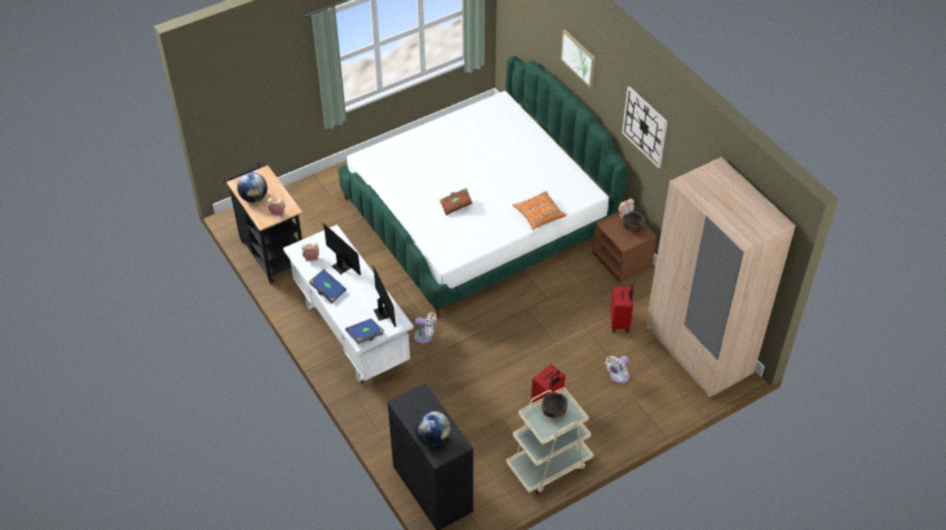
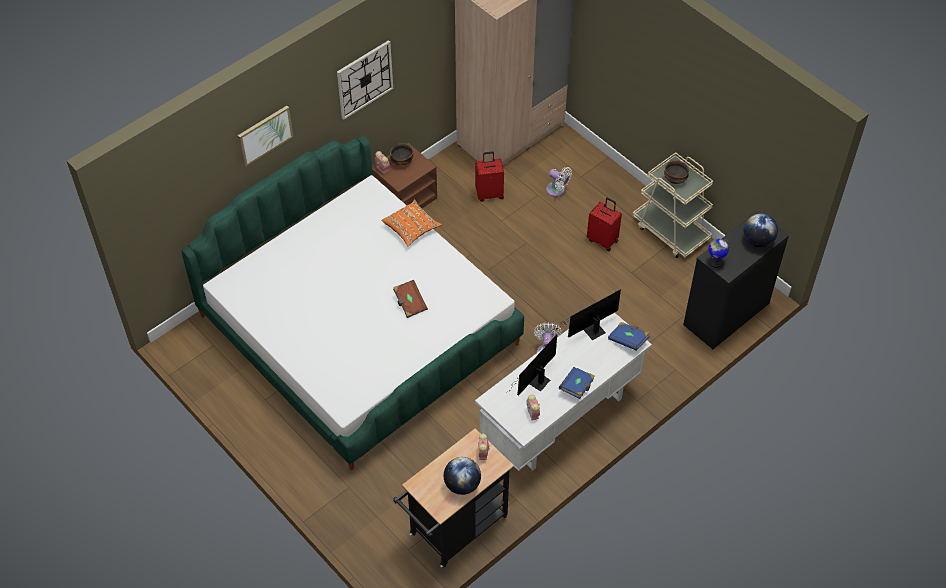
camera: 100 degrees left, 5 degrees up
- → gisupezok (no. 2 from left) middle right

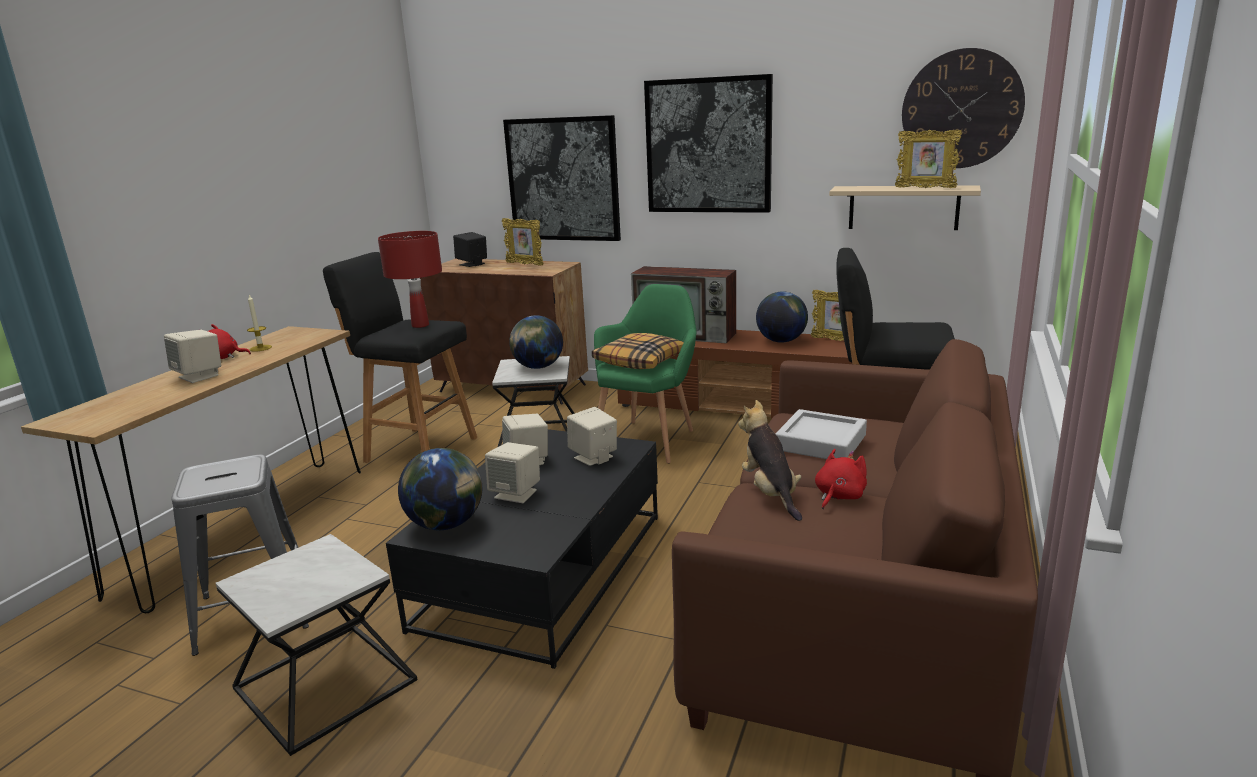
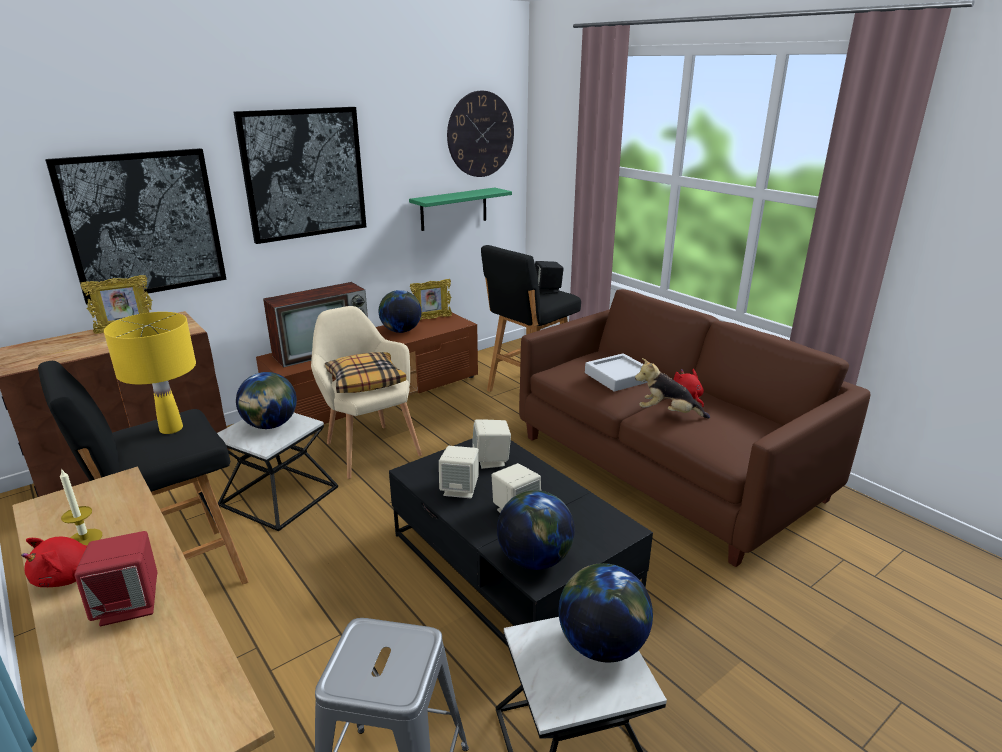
camera: 60 degrees left, 5 degrees up
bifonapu (no. 3 from left) top right → -
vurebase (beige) top right → vurebase (green) top centre
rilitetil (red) middle left → rilitetil (yellow) middle left
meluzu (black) top centre → meluzu (black) centre, shifted
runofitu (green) centre → runofitu (beige) centre
meluzu (beige) (no. 1 from left) middle left → meluzu (red) bottom left
- → gisupezok (no. 4 from left) bottom centre

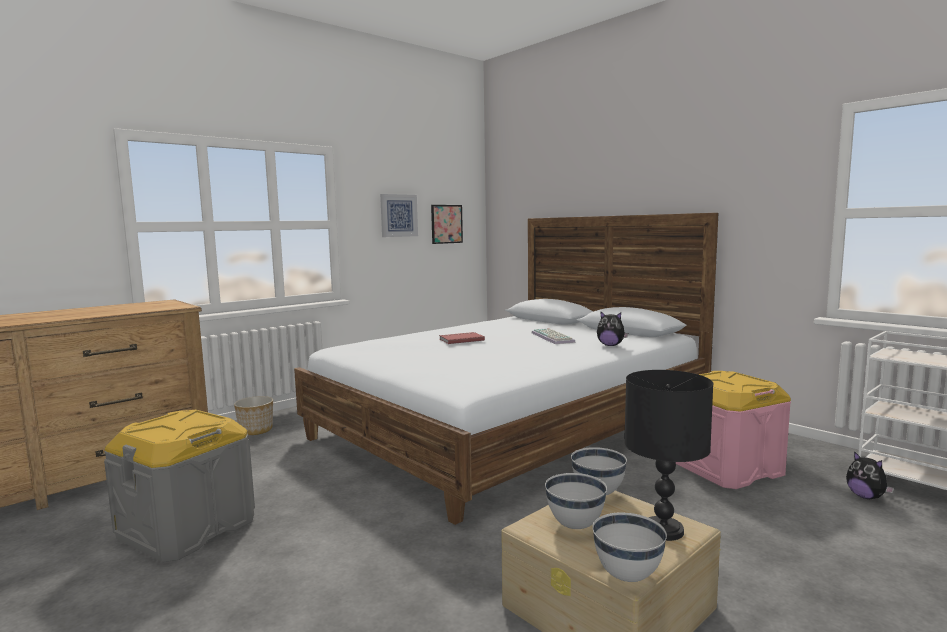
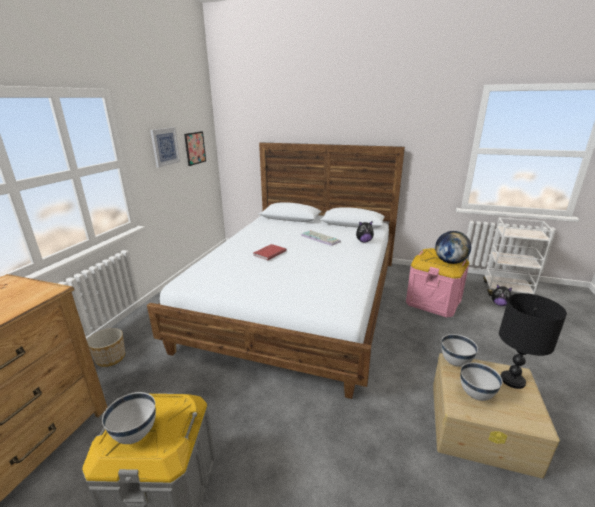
camera: 30 degrees left, 15 degrees up
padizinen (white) (no. 3 from left in the first image) bottom centre → padizinen (white) (no. 1 from left) bottom left, shifted
- → gisupezok middle right

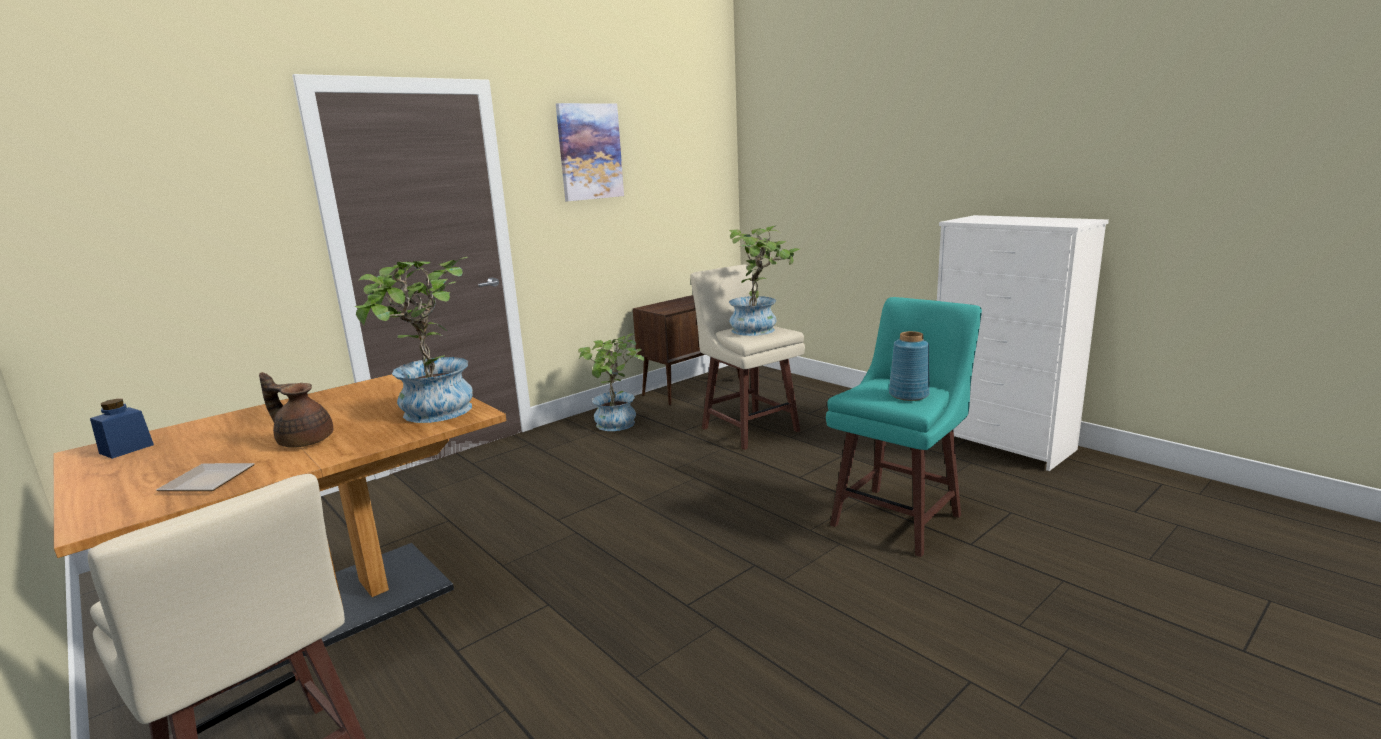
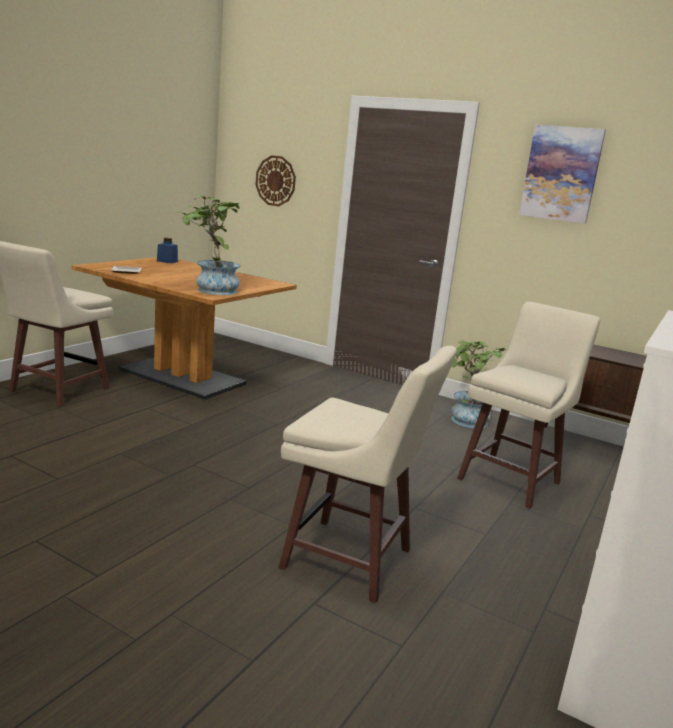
camera: 70 degrees right, 0 degrees up
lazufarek (no. 3 from left) centre → -
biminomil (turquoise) centre → biminomil (beige) (no. 2 from left) centre
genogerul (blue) centre → -
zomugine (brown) middle left → -
- → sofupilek top centre

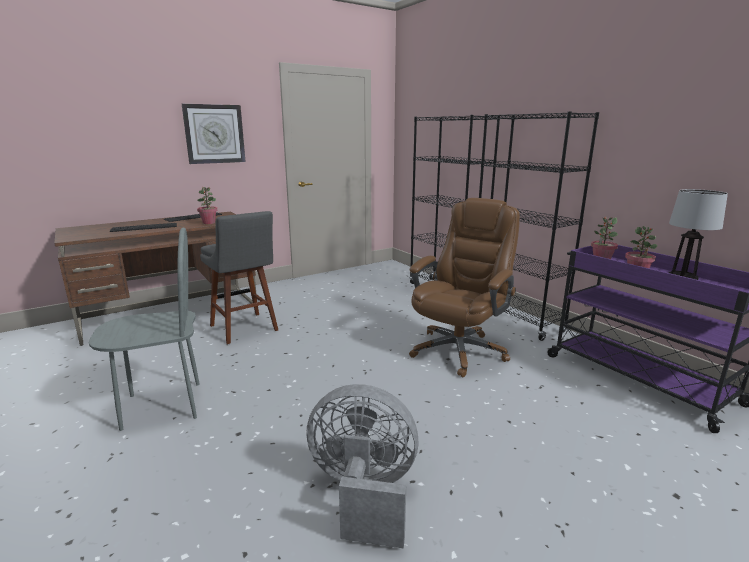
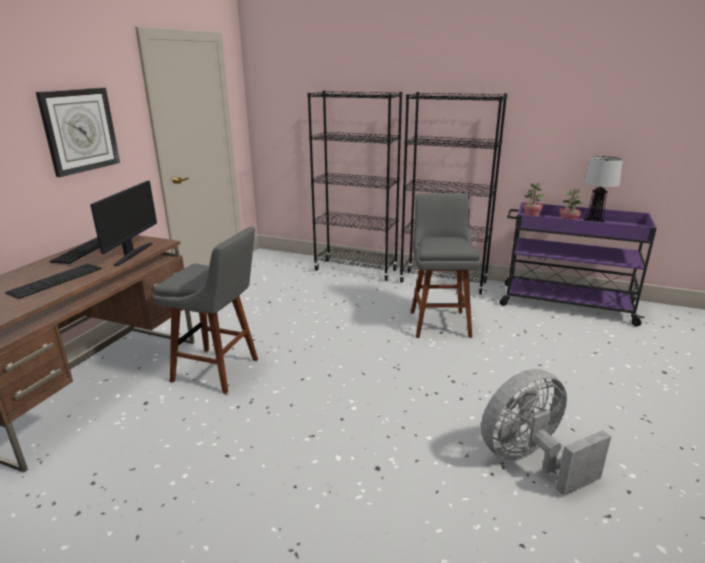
camera: 35 degrees left, 5 degrees up
lazufarek (no. 1 from left) middle left → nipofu middle left
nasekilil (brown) centre → biminomil (grey) (no. 2 from left) centre
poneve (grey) middle left → -

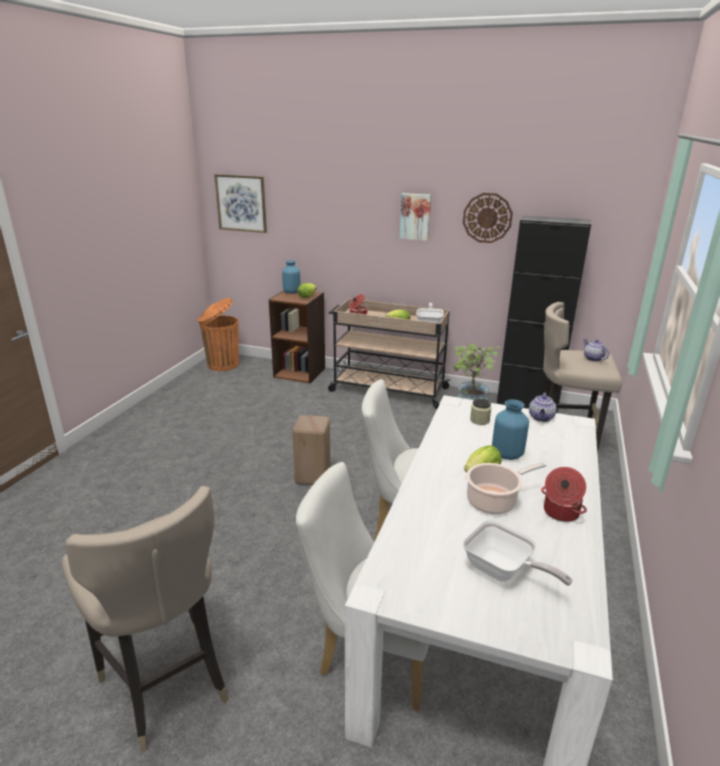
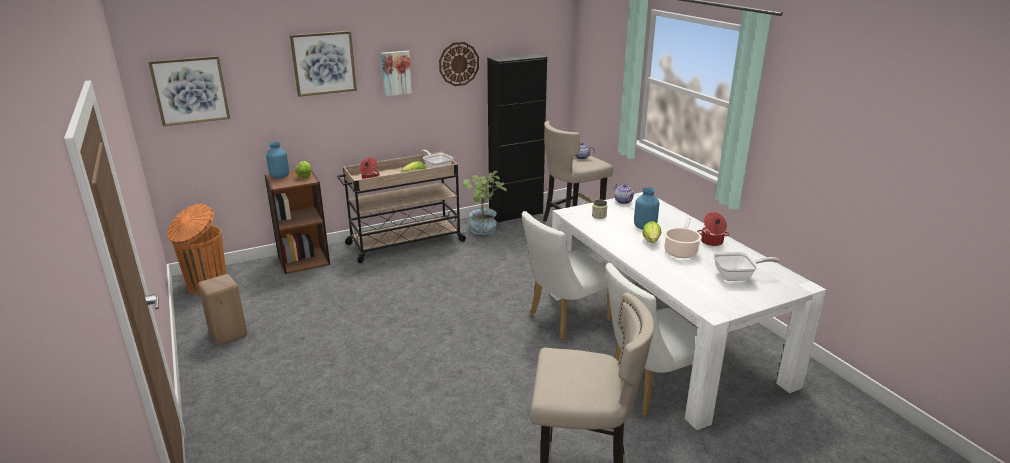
camera: 45 degrees left, 0 degrees up
biminomil (beige) (no. 2 from left in the first image) centre → biminomil (beige) (no. 1 from left) bottom left, shifted
- → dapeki (no. 2 from left) top left

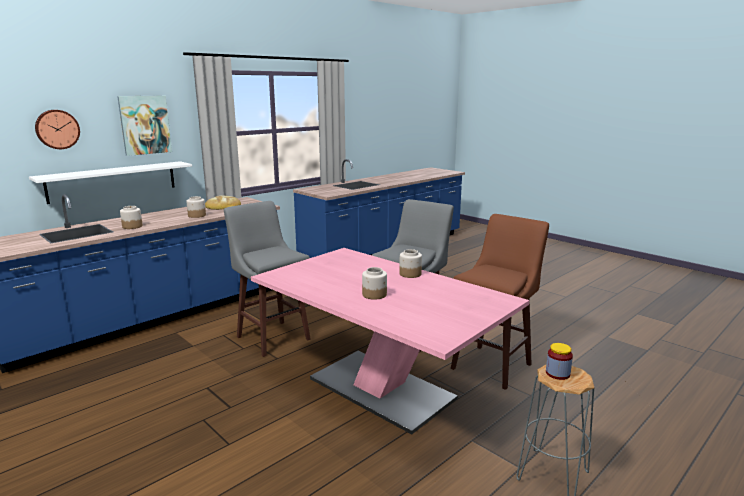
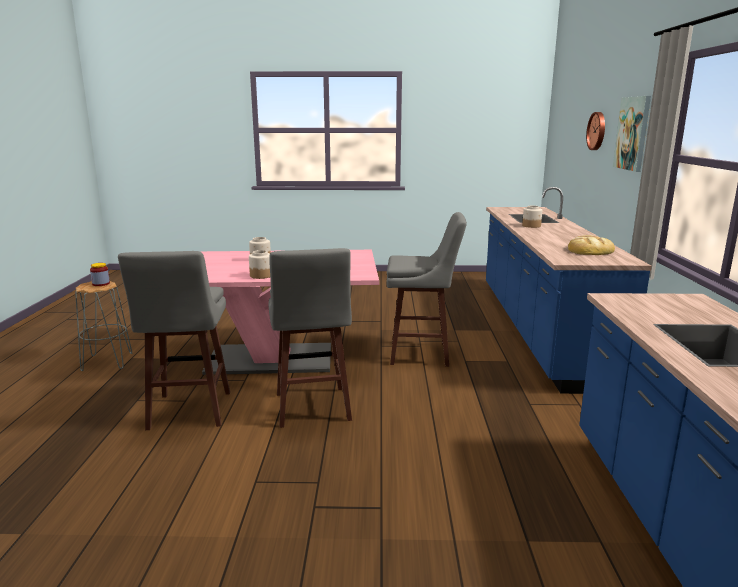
camera: 135 degrees right, 0 degrees up
vurebase (white) middle left → -
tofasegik (no. 2 from left) middle left → -
biminomil (brown) middle right → biminomil (grey) (no. 2 from left) middle left

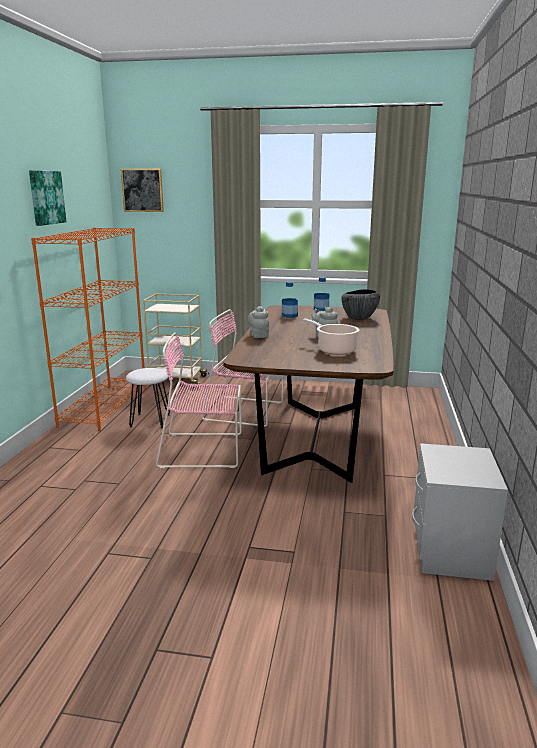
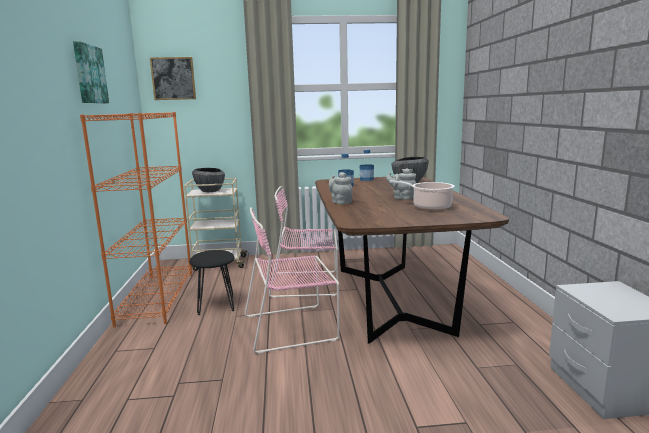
camera: 15 degrees left, 5 degrees down
biminomil (white) middle left → biminomil (black) middle left
- → padizinen (no. 1 from left) middle left

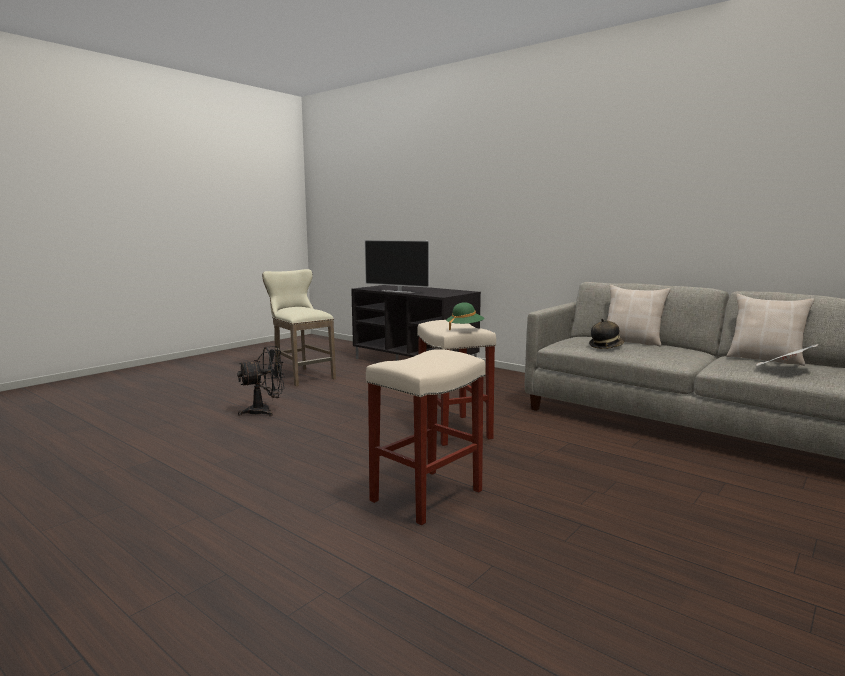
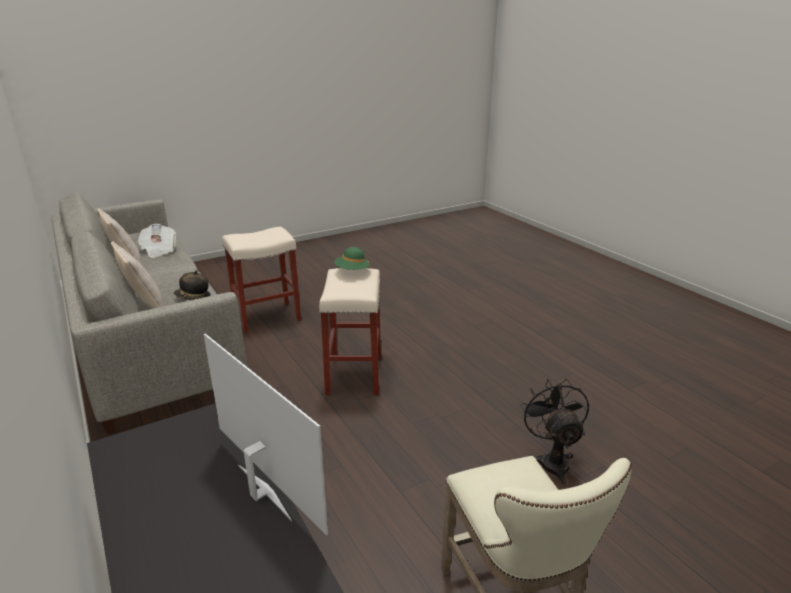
camera: 160 degrees left, 15 degrees up
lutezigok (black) middle left → lutezigok (black) bottom right, 90 degrees clockwise
biminomil (beige) (no. 2 from left in the first image) centre → biminomil (beige) (no. 1 from left) middle left, shifted

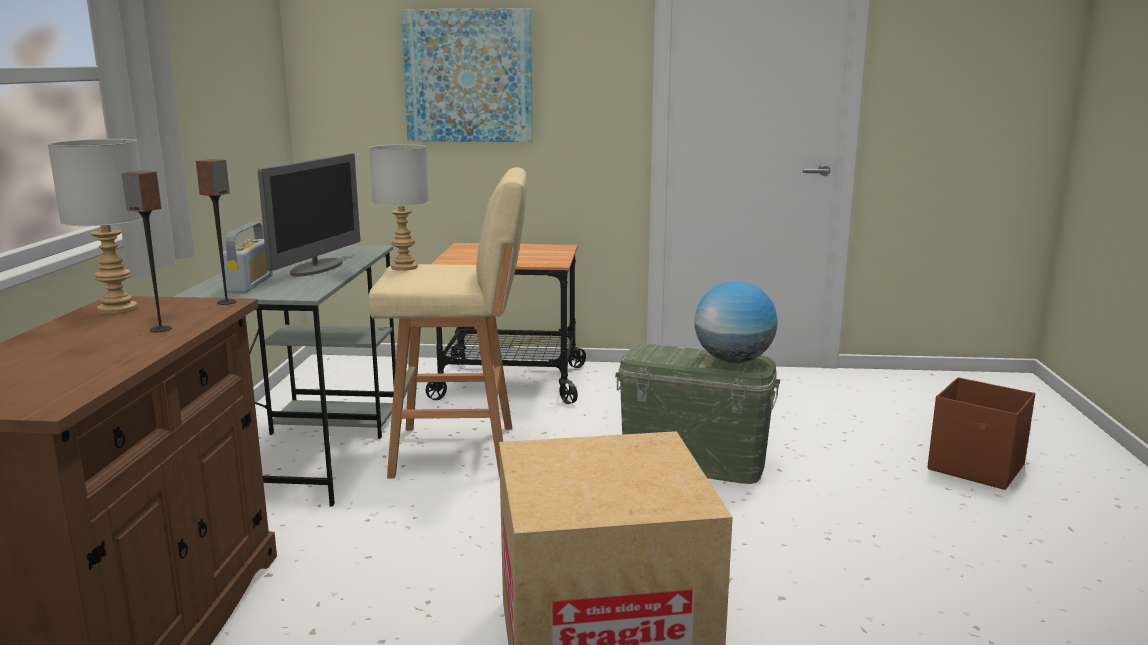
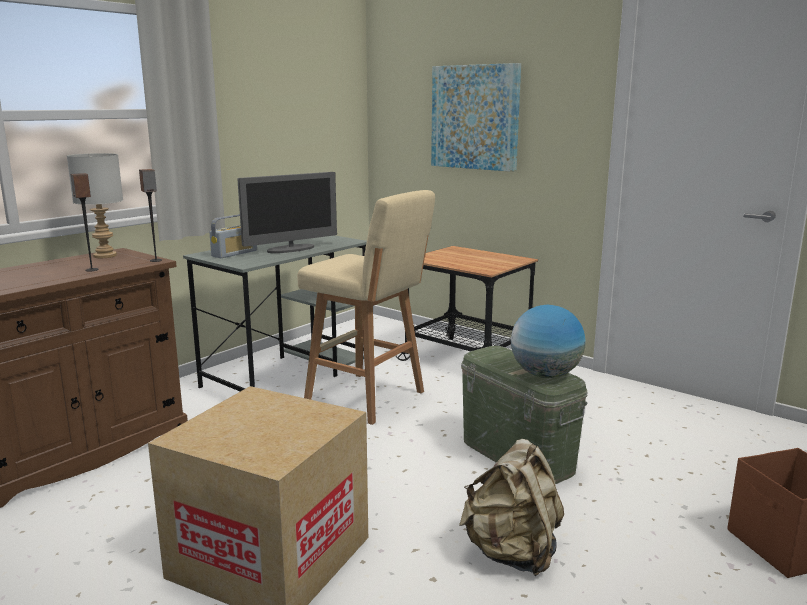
camera: 35 degrees right, 0 degrees up
rilitetil (grey) (no. 2 from left) top centre → -
- → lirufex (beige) bottom centre

